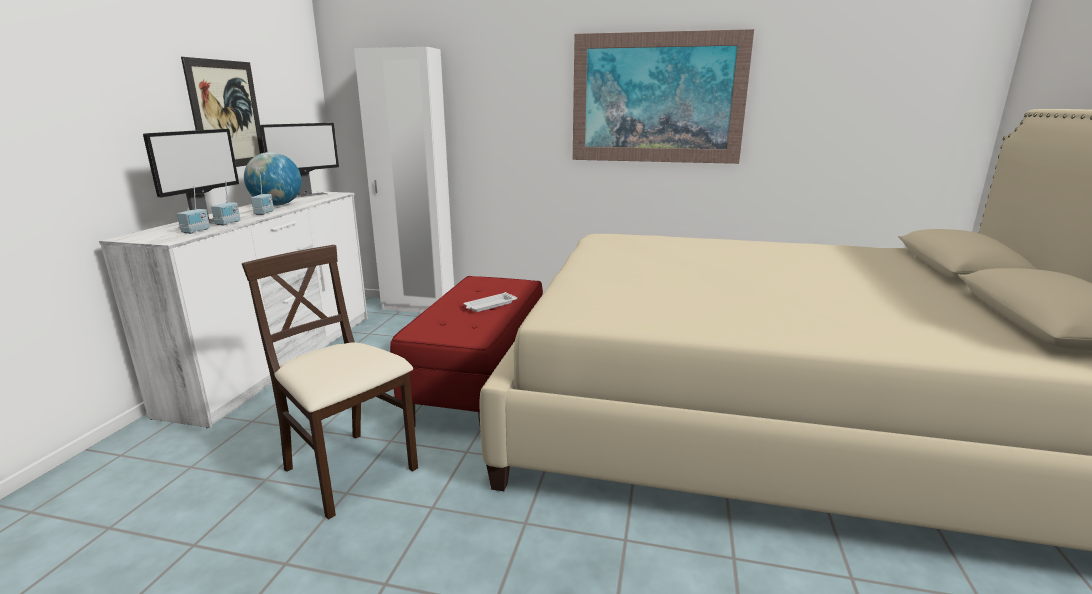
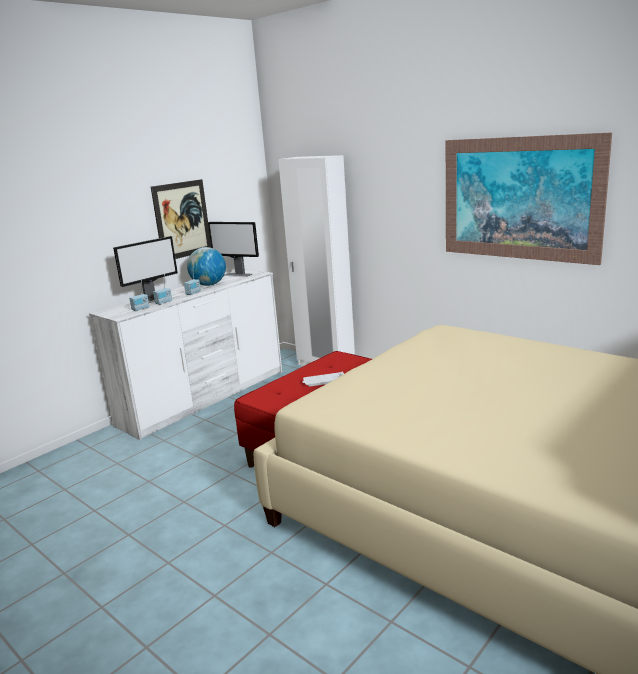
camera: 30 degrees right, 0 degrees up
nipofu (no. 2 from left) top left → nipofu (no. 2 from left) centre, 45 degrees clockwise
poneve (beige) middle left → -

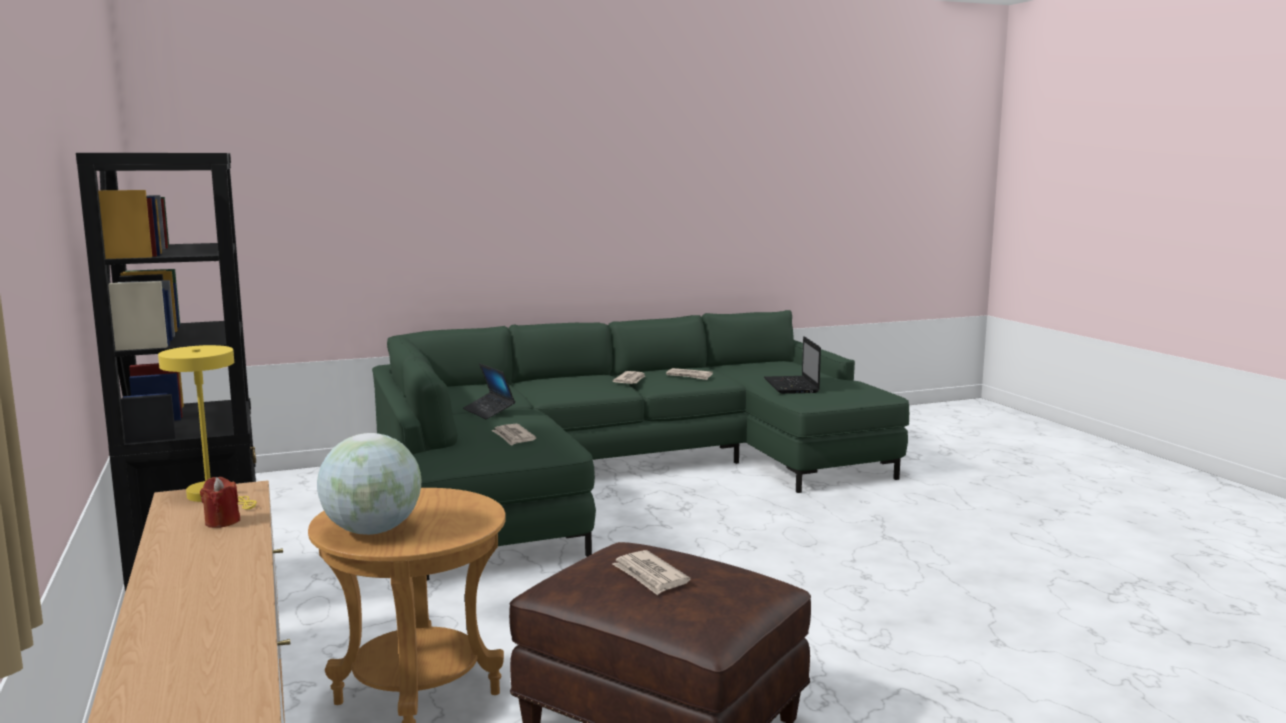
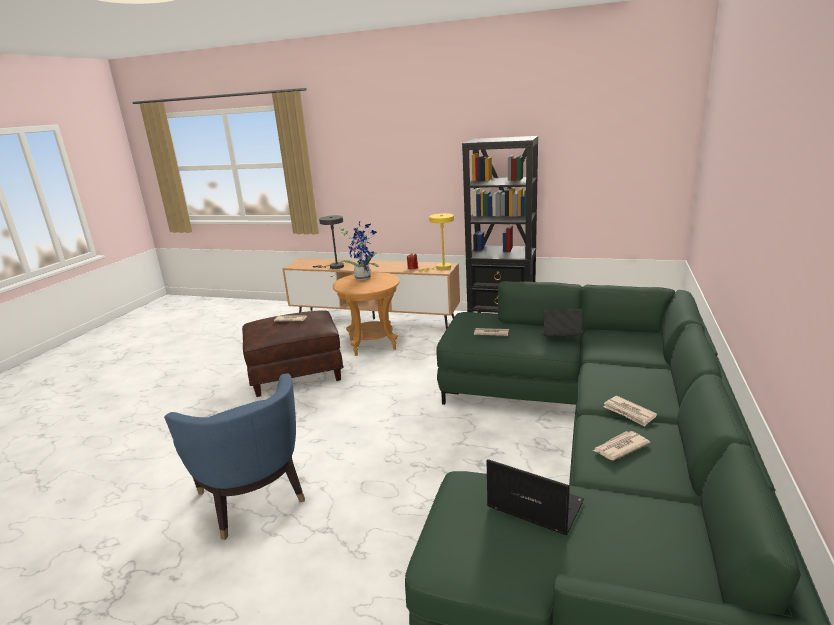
camera: 130 degrees right, 10 degrees up
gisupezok bottom left → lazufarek centre
- → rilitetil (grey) centre
- → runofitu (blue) bottom left

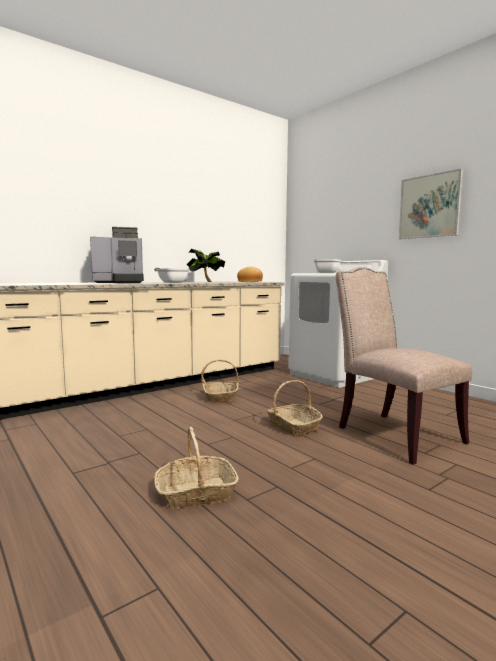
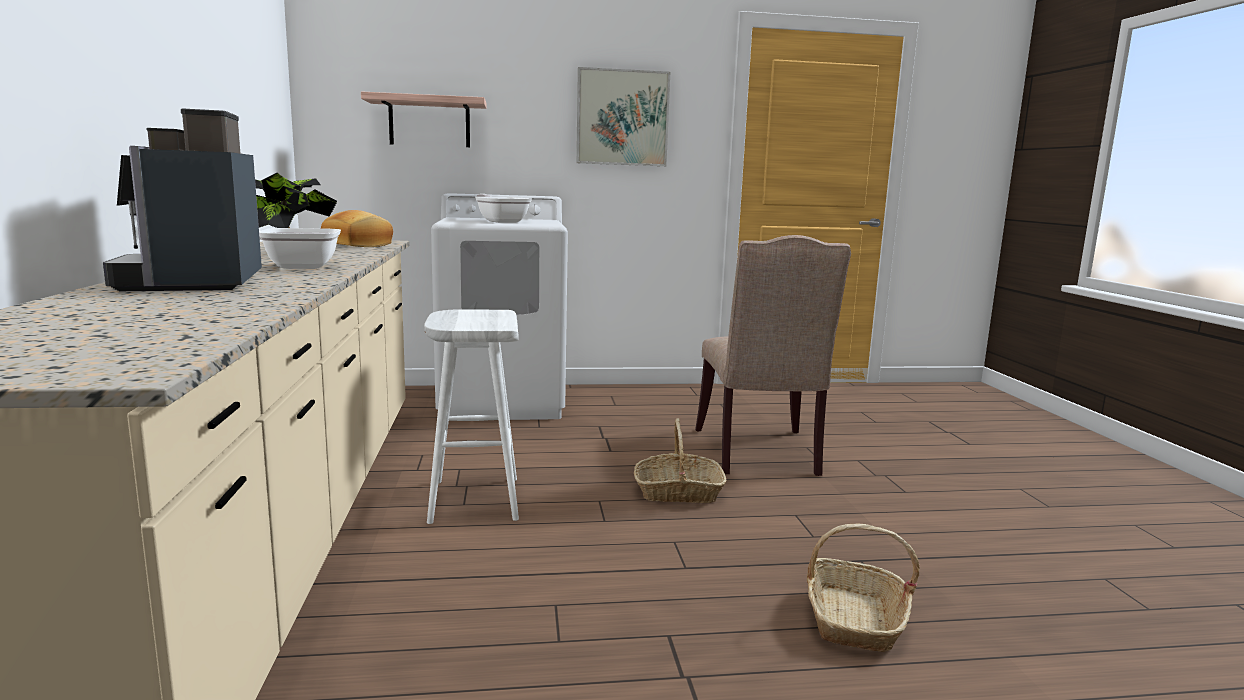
camera: 60 degrees left, 5 degrees up
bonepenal middle left → bonepenal top left, 150 degrees clockwise
poneve (beige) middle right → poneve (beige) centre, 90 degrees counterclockwise
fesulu (no. 2 from left) centre → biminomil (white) centre
- → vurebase top centre

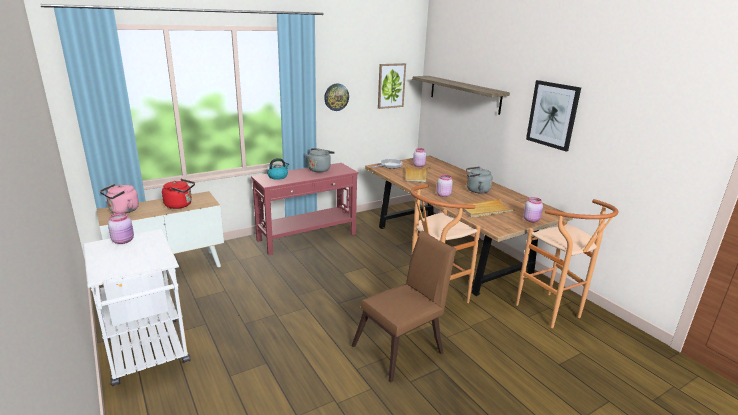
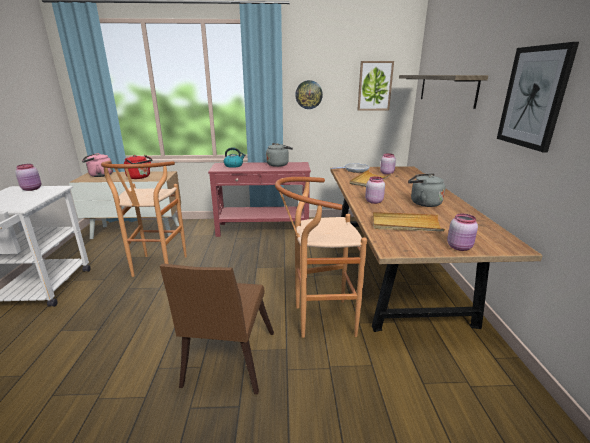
camera: 30 degrees right, 0 degrees up
biminomil (brown) (no. 2 from left in the first image) middle right → biminomil (brown) (no. 1 from left) middle left, shifted
poneve (brown) bottom centre, 105 degrees clockwise

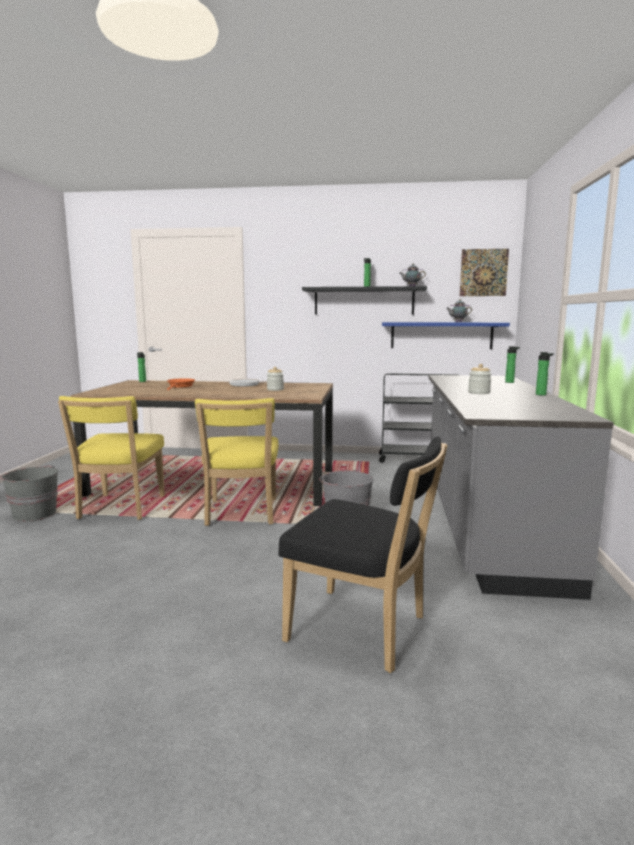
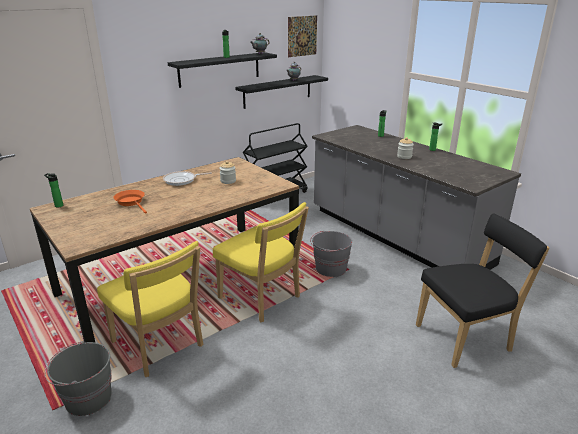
camera: 45 degrees left, 15 degrees up
vurebase (blue) middle right → vurebase (black) (no. 2 from left) top centre

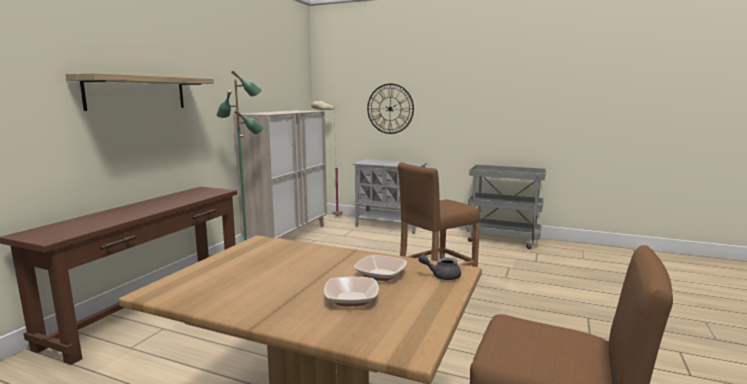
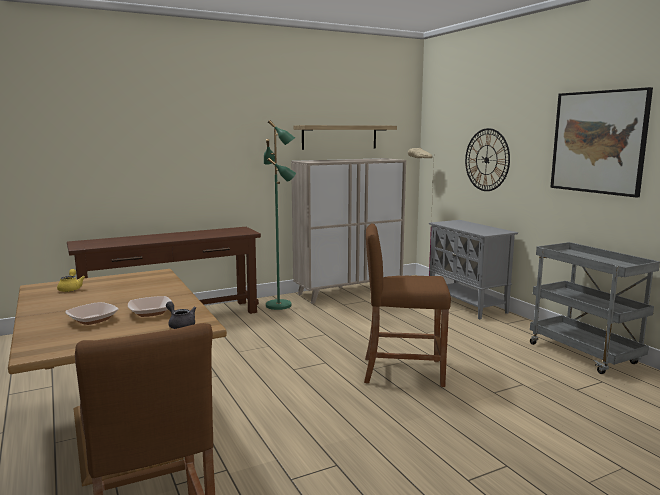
camera: 40 degrees right, 0 degrees up
vurebase top left → vurebase top centre, shifted
- → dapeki top right
- → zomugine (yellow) middle left

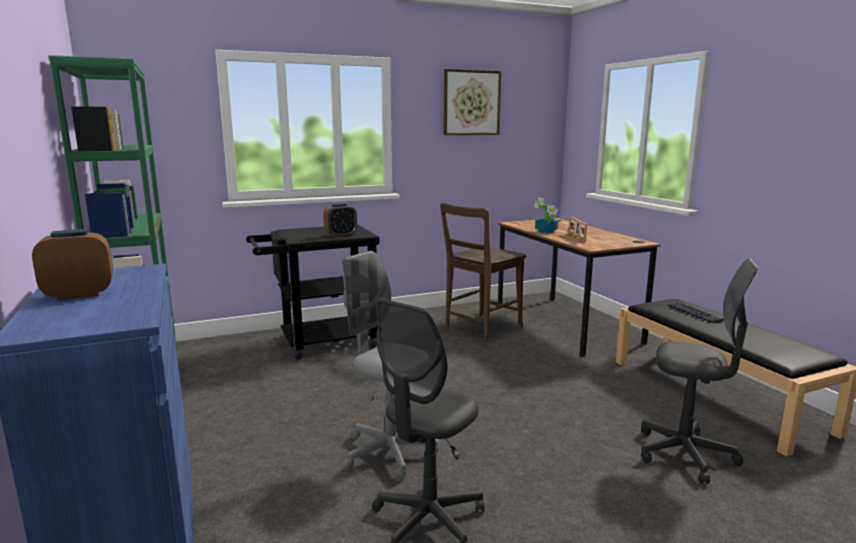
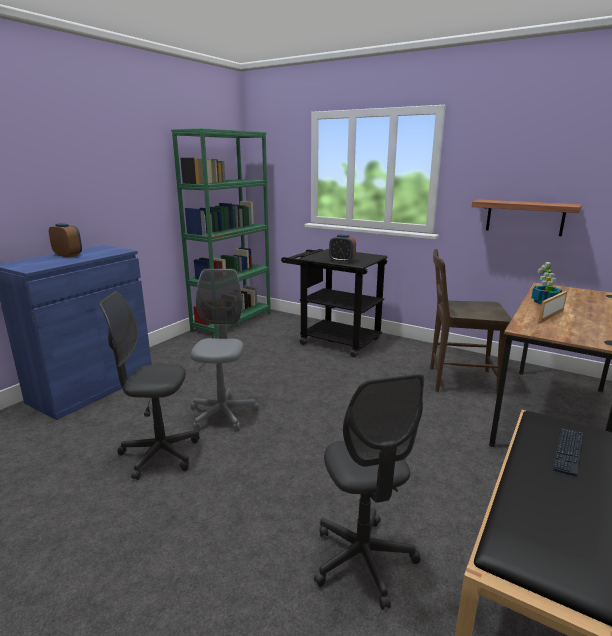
camera: 55 degrees right, 5 degrees up
dapeki top centre → -
- → vurebase middle right

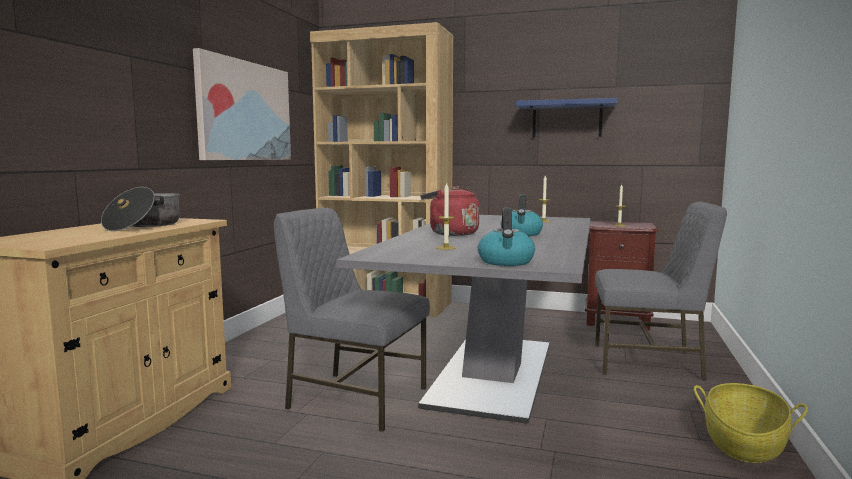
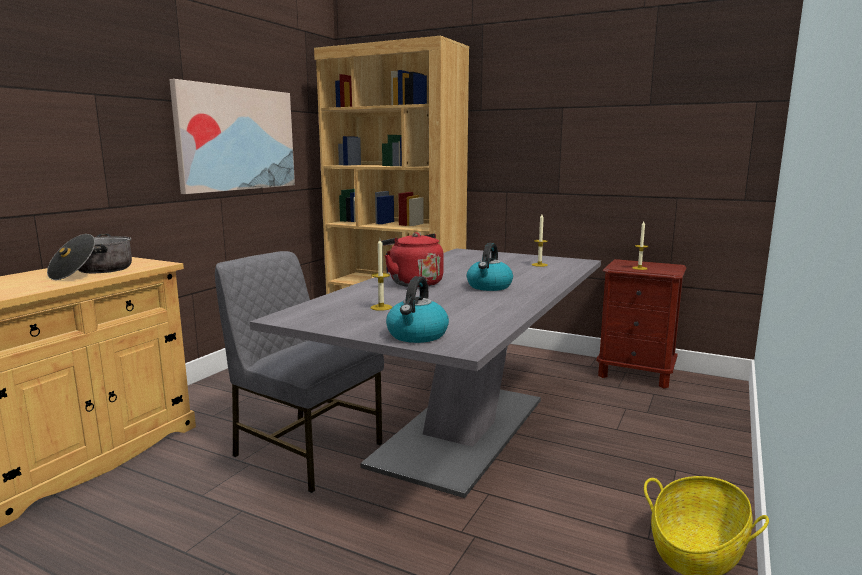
camera: 10 degrees right, 5 degrees up
vurebase (blue) top centre → -
poneve (grey) (no. 2 from left) middle right → -

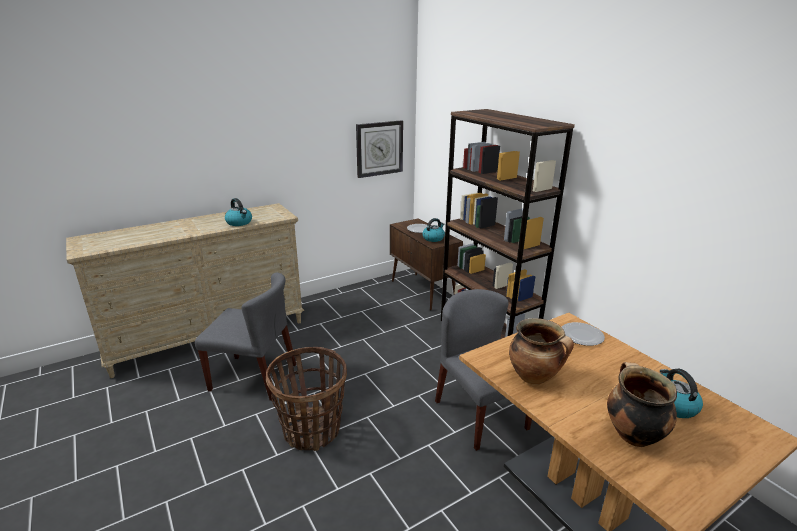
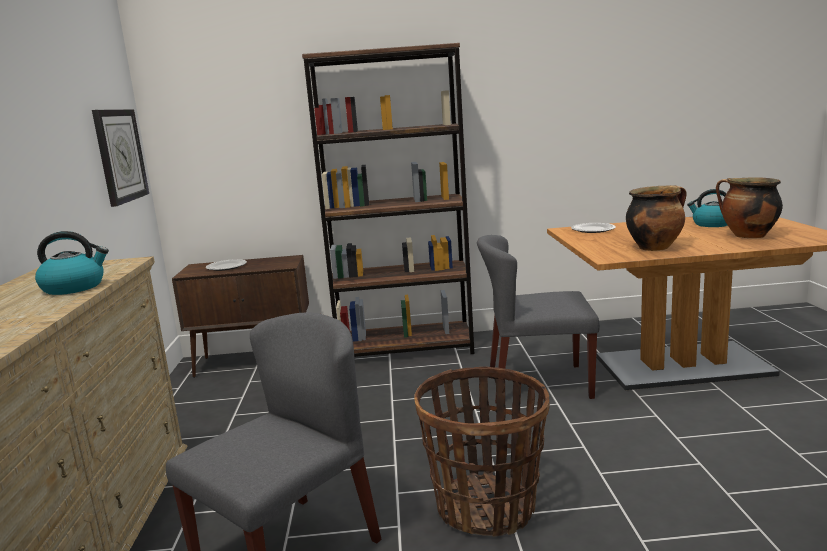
camera: 60 degrees left, 10 degrees down
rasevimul (no. 2 from left) centre → -

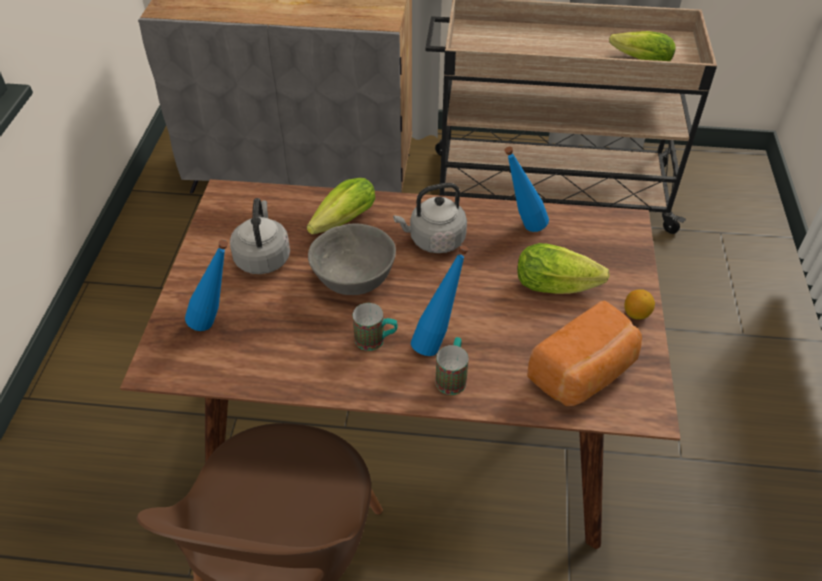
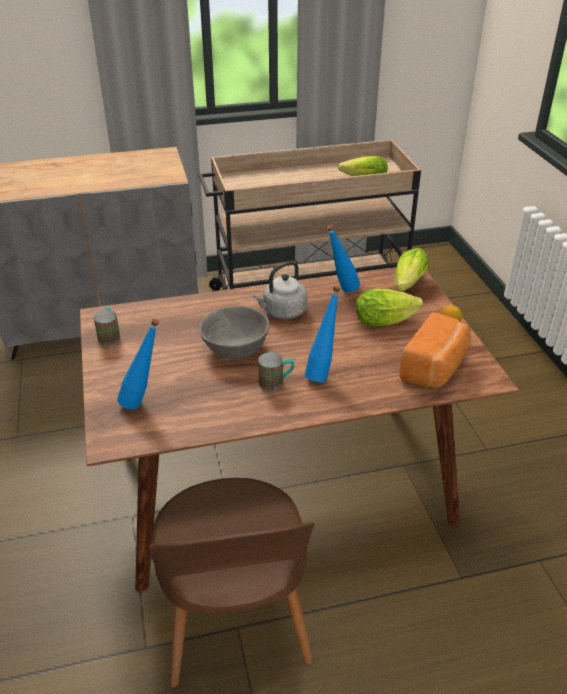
camera: 20 degrees left, 10 degrees down
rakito (no. 1 from left in the first image) centre → rakito (no. 3 from left) middle right, shifted
rasevimul (grey) (no. 1 from left) middle left → -
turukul (no. 2 from left in the first image) centre → turukul (no. 1 from left) middle left, shifted

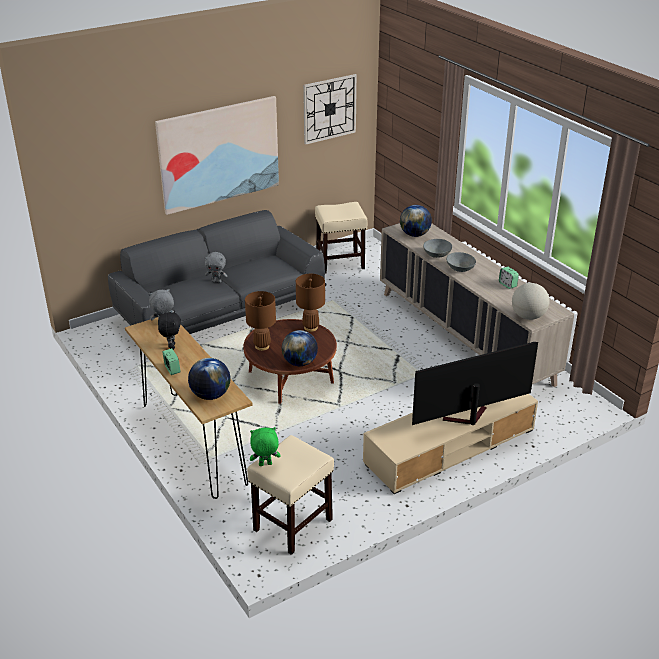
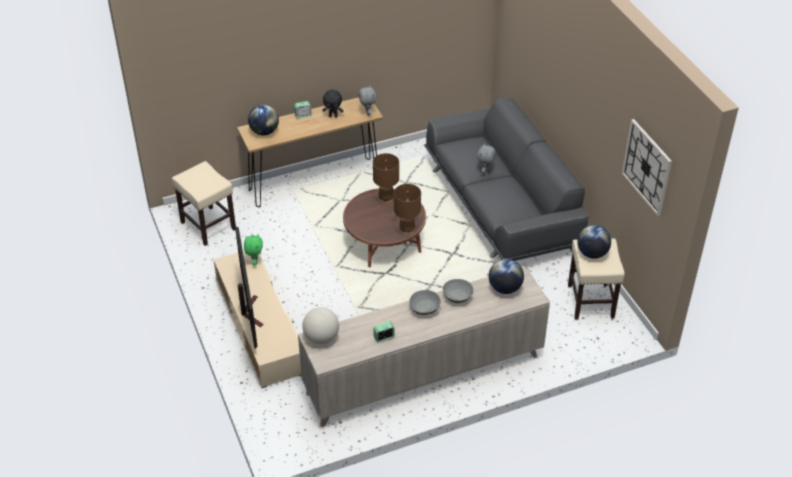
camera: 100 degrees right, 10 degrees up
dapeki top left → -
gisupezok (no. 2 from left in the first image) centre → gisupezok (no. 4 from left) middle right, shifted
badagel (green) bottom centre → badagel (green) middle left, shifted

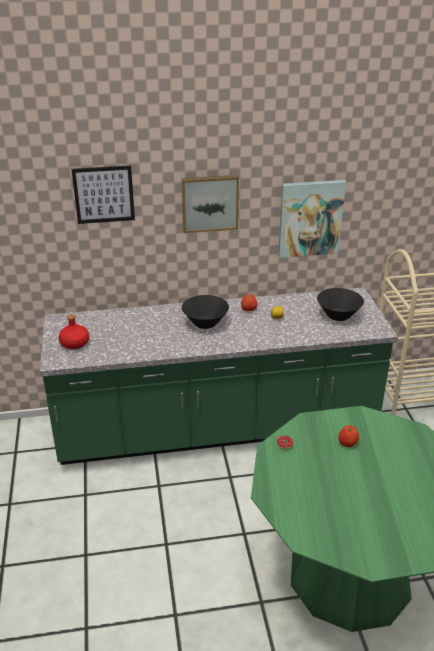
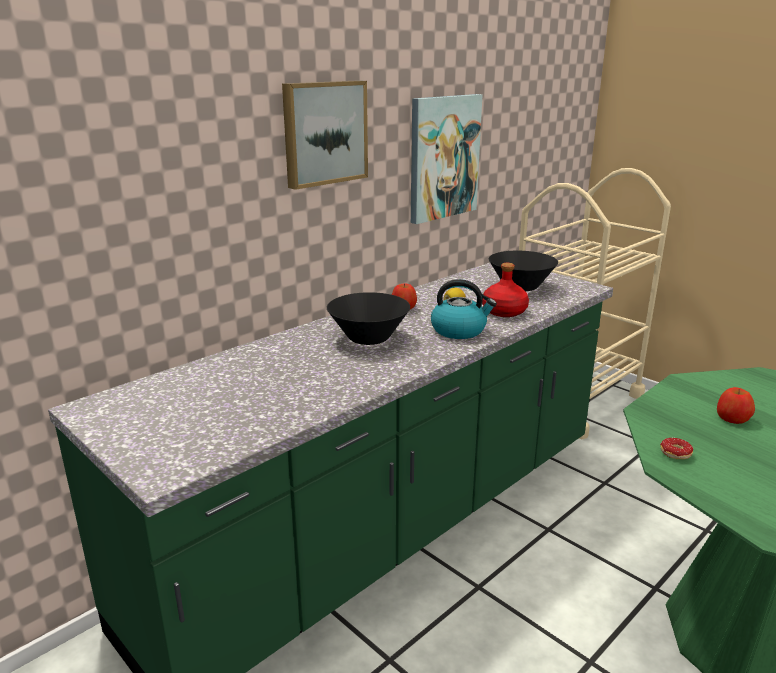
camera: 35 degrees left, 10 degrees down
dapeki (no. 1 from left) top left → -
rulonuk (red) middle left → rulonuk (red) centre, shifted
- → rasevimul centre

